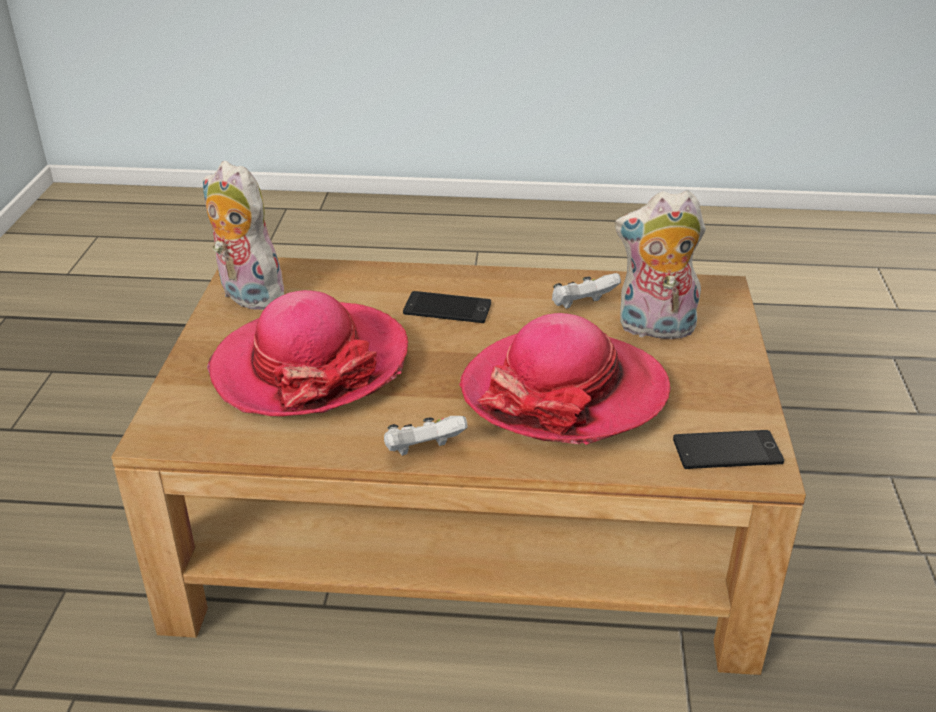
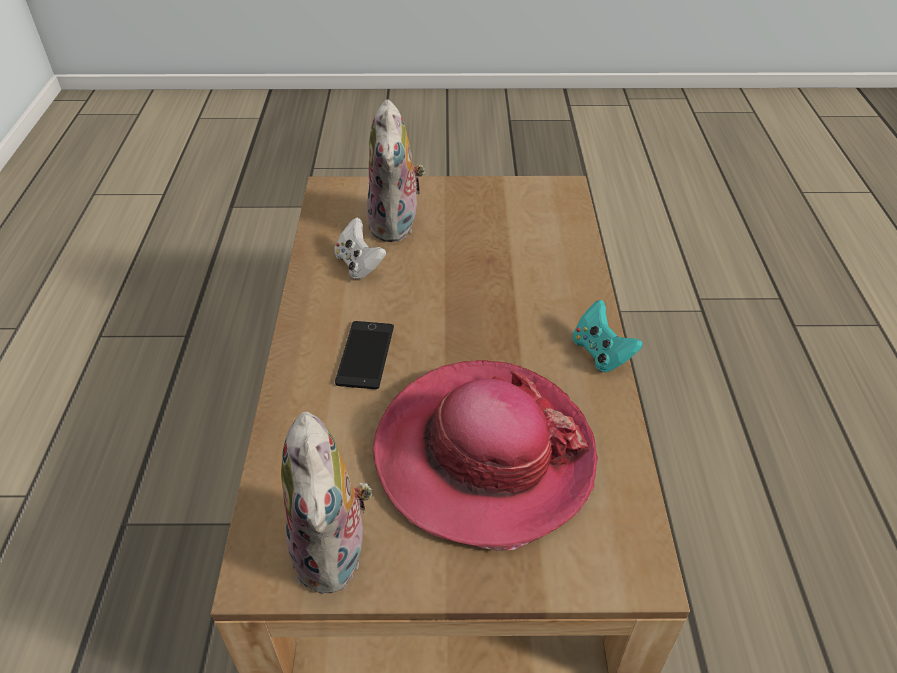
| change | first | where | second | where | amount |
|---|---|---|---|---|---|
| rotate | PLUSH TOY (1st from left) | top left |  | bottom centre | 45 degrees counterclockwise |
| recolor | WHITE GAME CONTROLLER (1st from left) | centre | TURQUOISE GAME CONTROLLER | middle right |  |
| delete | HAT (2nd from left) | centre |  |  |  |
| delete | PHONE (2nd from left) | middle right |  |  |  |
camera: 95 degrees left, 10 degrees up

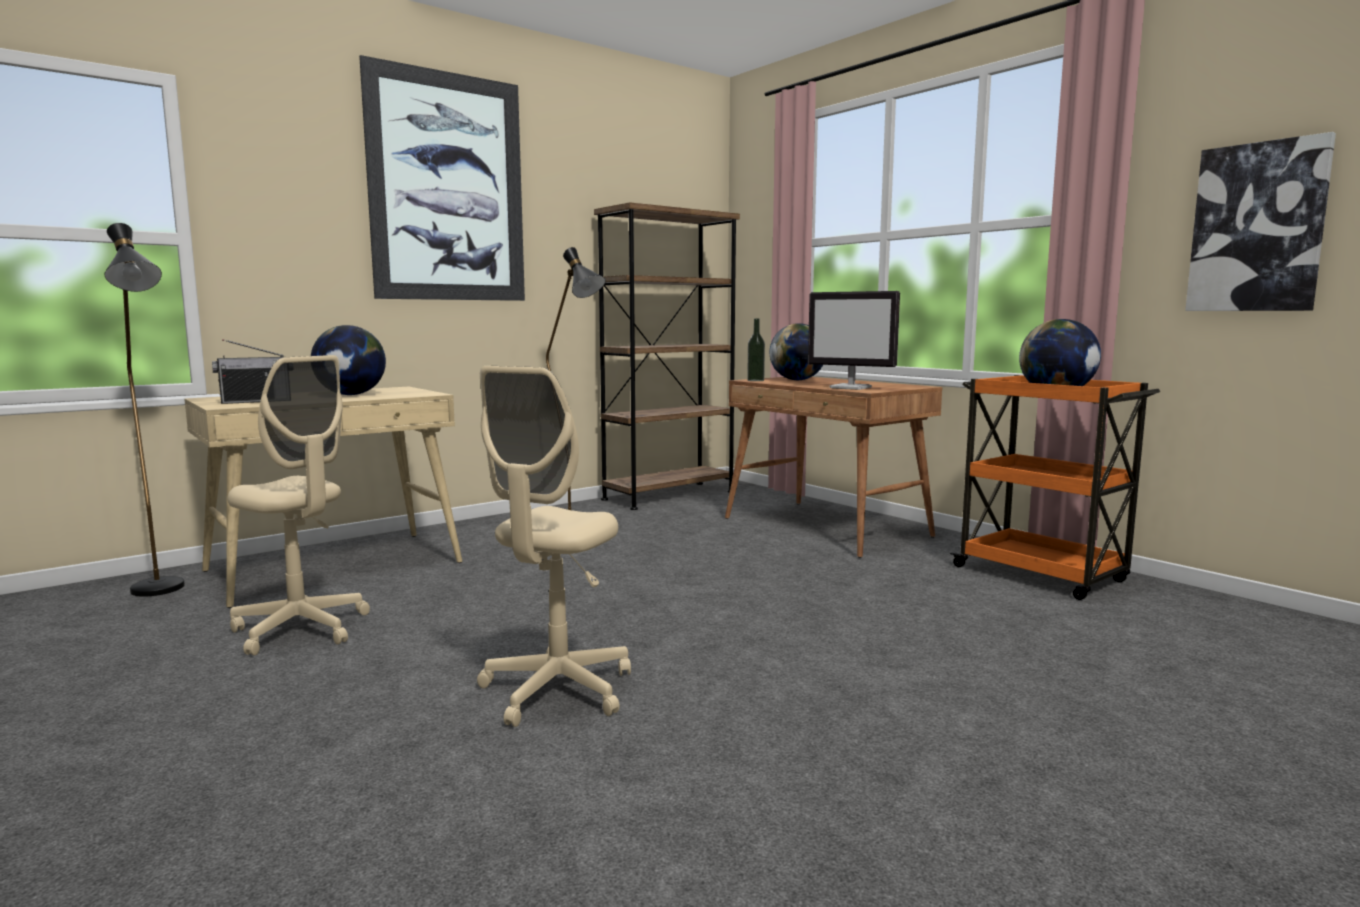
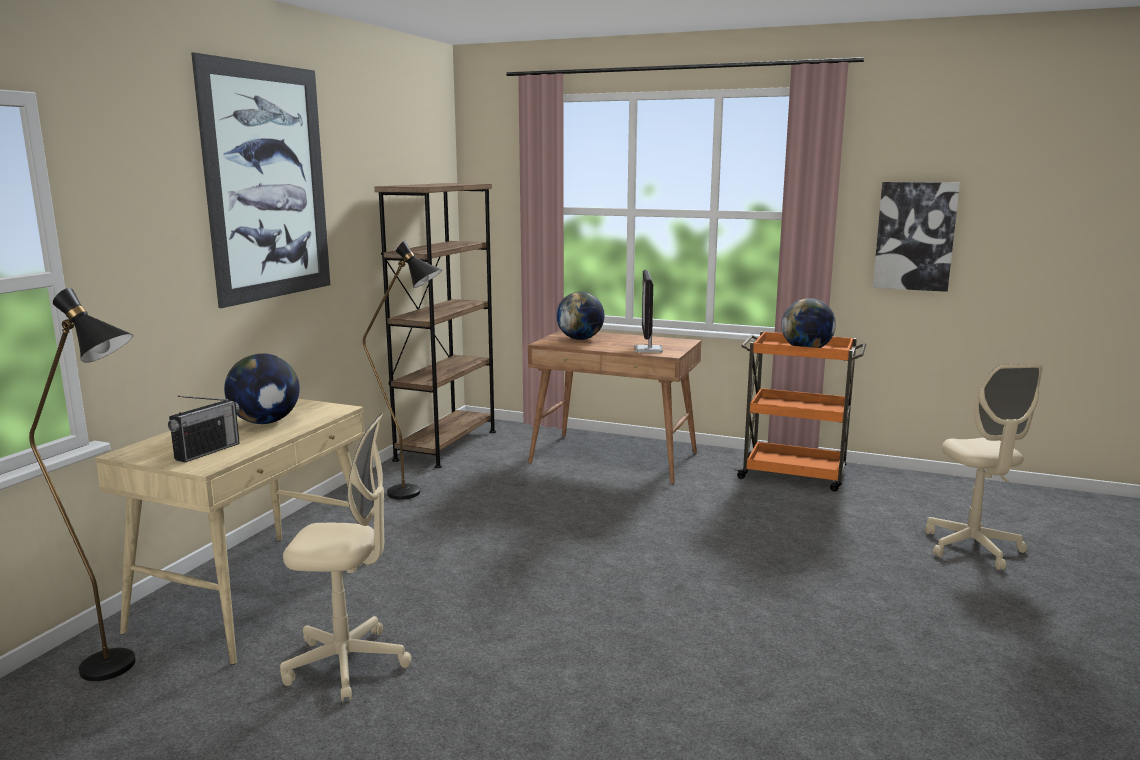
| change | first | where | second | where | amount |
|---|---|---|---|---|---|
| rotate | MONITOR | centre |  | centre | 90 degrees clockwise |
| move | BEIGE OFFICE CHAIR (2nd from left) | centre |  | middle right |  |
| delete | BOTTLE | centre |  |  |  |
camera: 30 degrees left, 5 degrees up

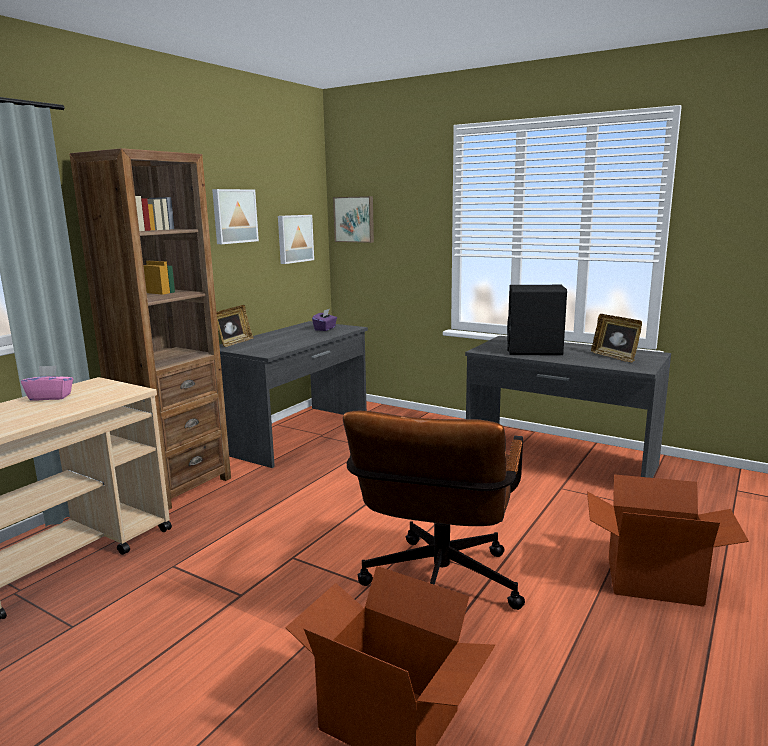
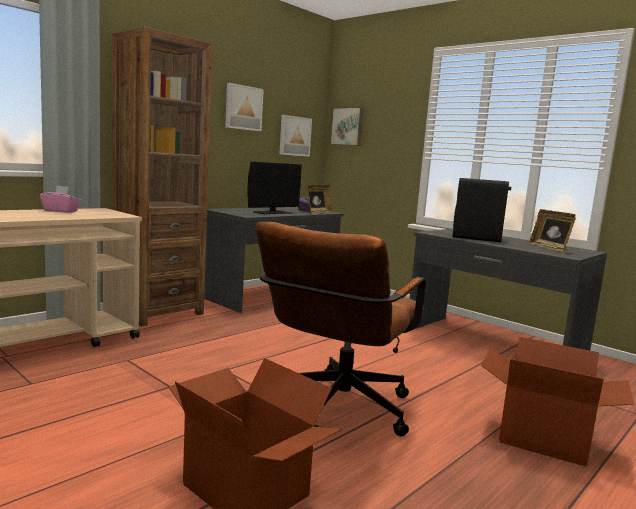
| change | first | where | second | where | amount |
|---|---|---|---|---|---|
| insert |  |  | MONITOR | centre |  |
| move | PICTURE FRAME (1st from left) | middle left |  | centre |  |
camera: 10 degrees right, 5 degrees down

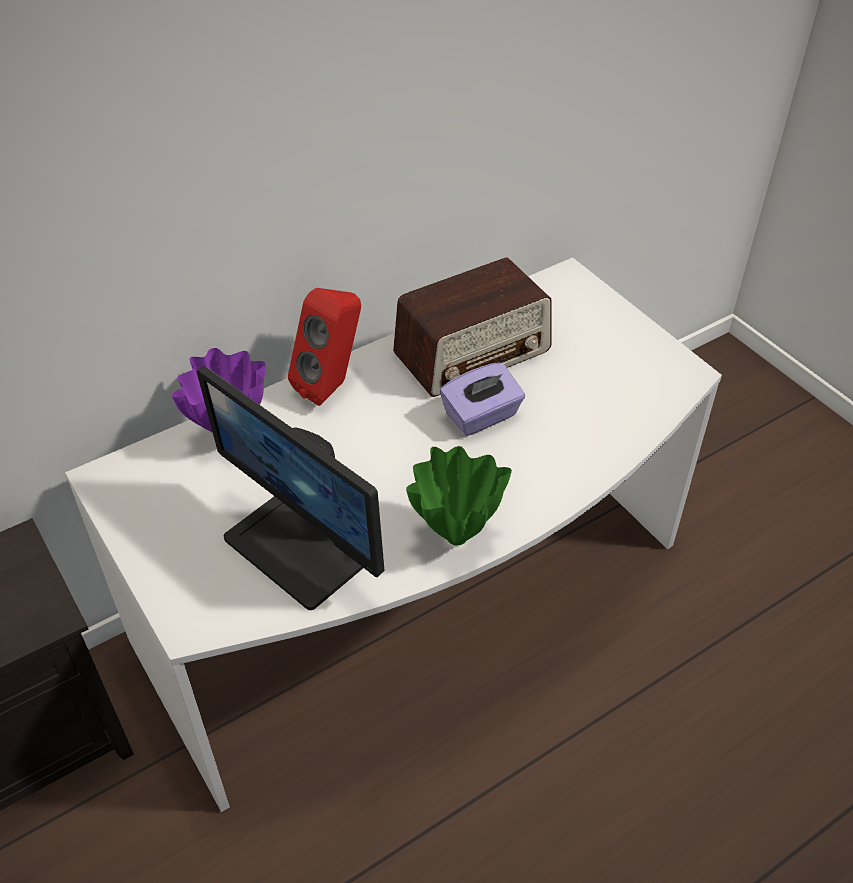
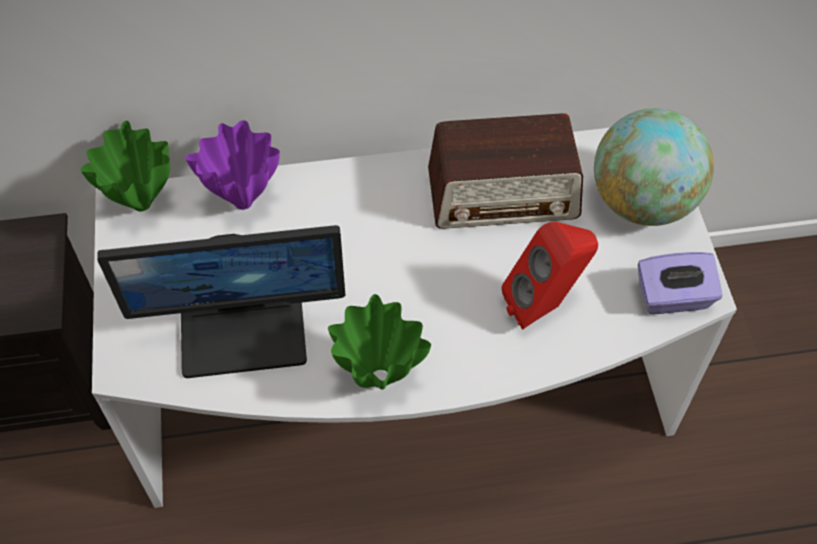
| change | first | where | second | where | amount |
|---|---|---|---|---|---|
| insert |  |  | GREEN VASE (1st from left) | top left |  |
| rotate | MONITOR | centre |  | middle left | 75 degrees counterclockwise |
| move | RED SPEAKER | centre |  | middle right |  |
| insert |  |  | GLOBE | top right |  |
| move | PURPLE TISSUE BOX | centre |  | middle right |  |
camera: 25 degrees right, 10 degrees up

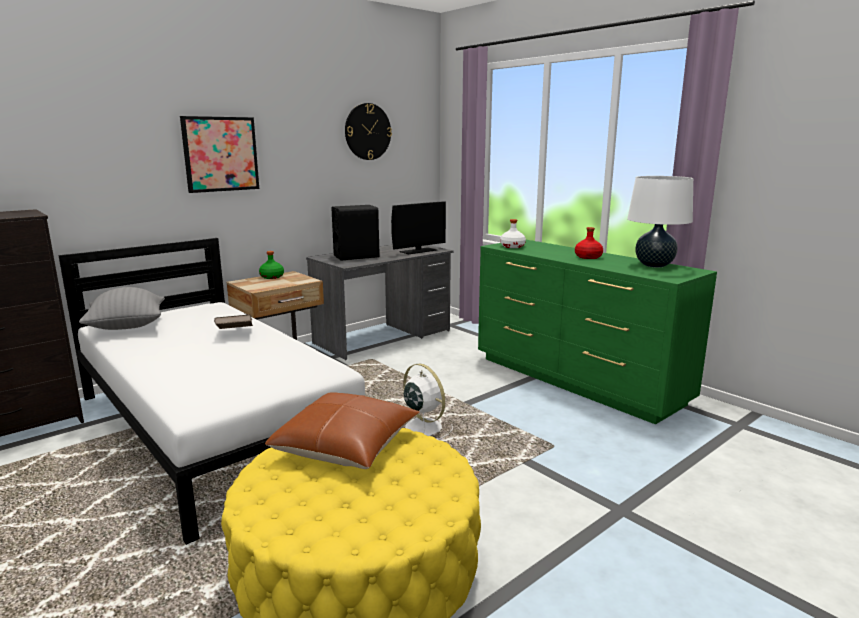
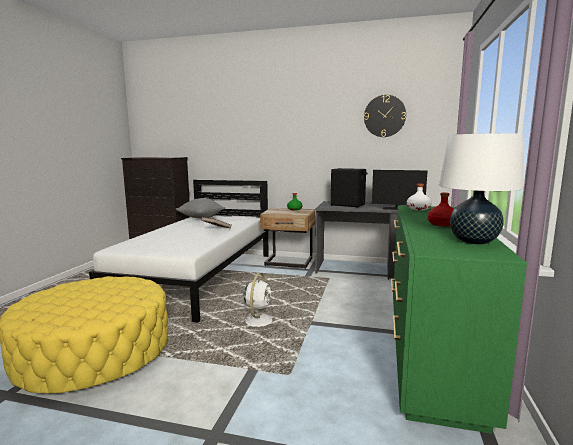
| change | first | where | second | where | amount |
|---|---|---|---|---|---|
| delete | PICTURE | top left |  |  |  |
| delete | BROWN PILLOW | bottom centre |  |  |  |
camera: 55 degrees right, 5 degrees down

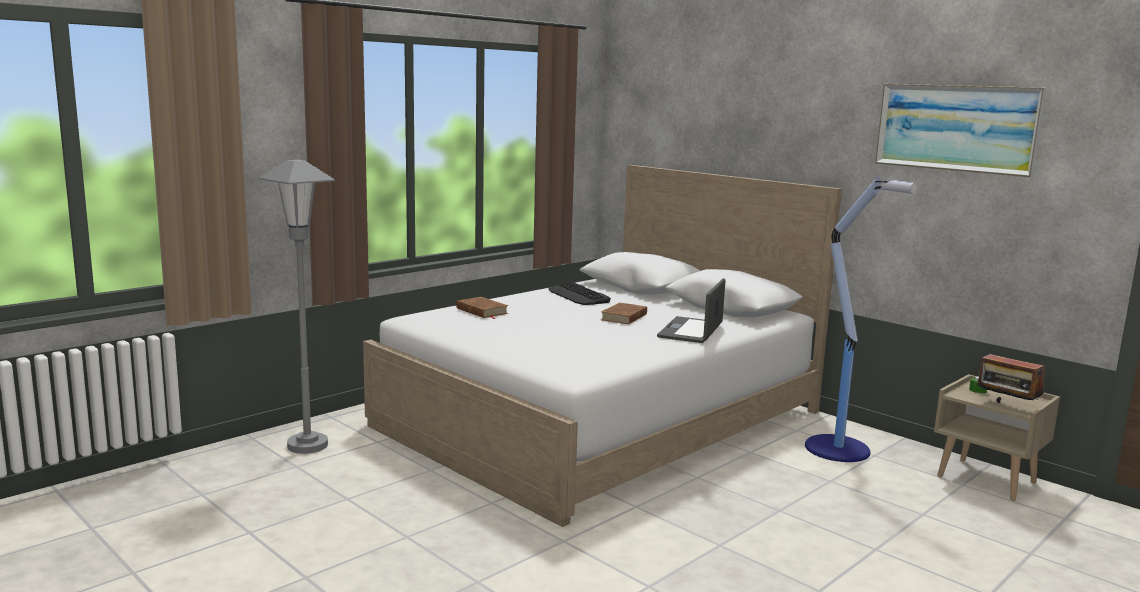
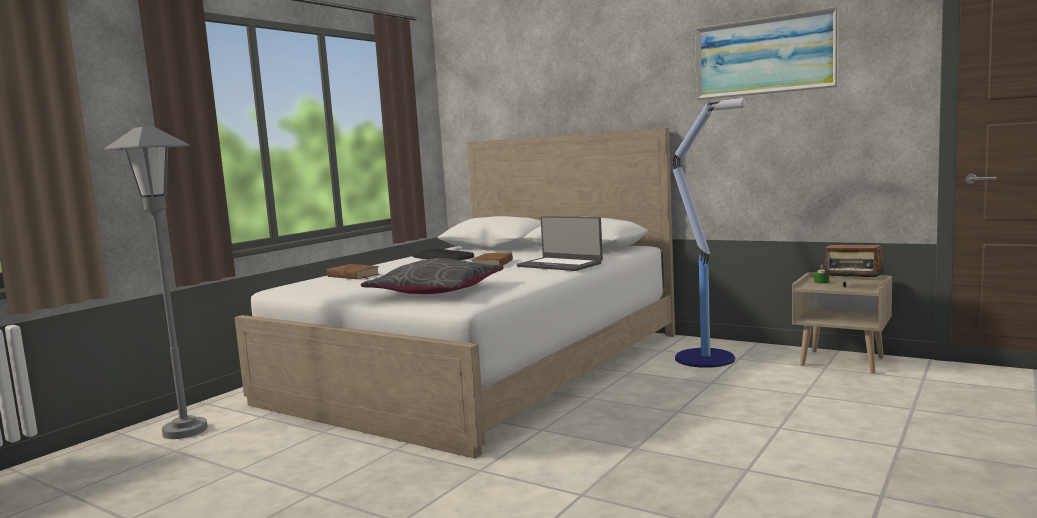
| change | first | where | second | where | amount |
|---|---|---|---|---|---|
| insert |  |  | GREY PILLOW | centre |  |
| rotate | LAPTOP | centre |  | centre | 60 degrees counterclockwise |
camera: 10 degrees left, 5 degrees down

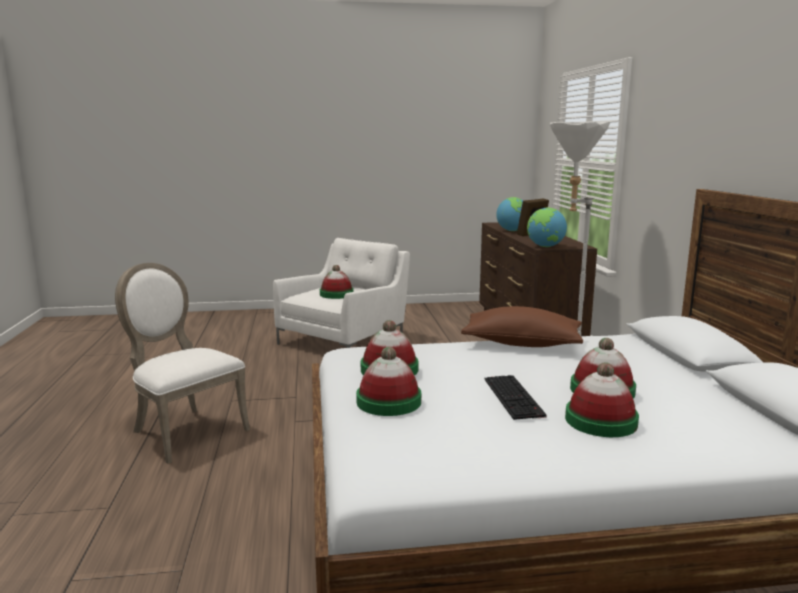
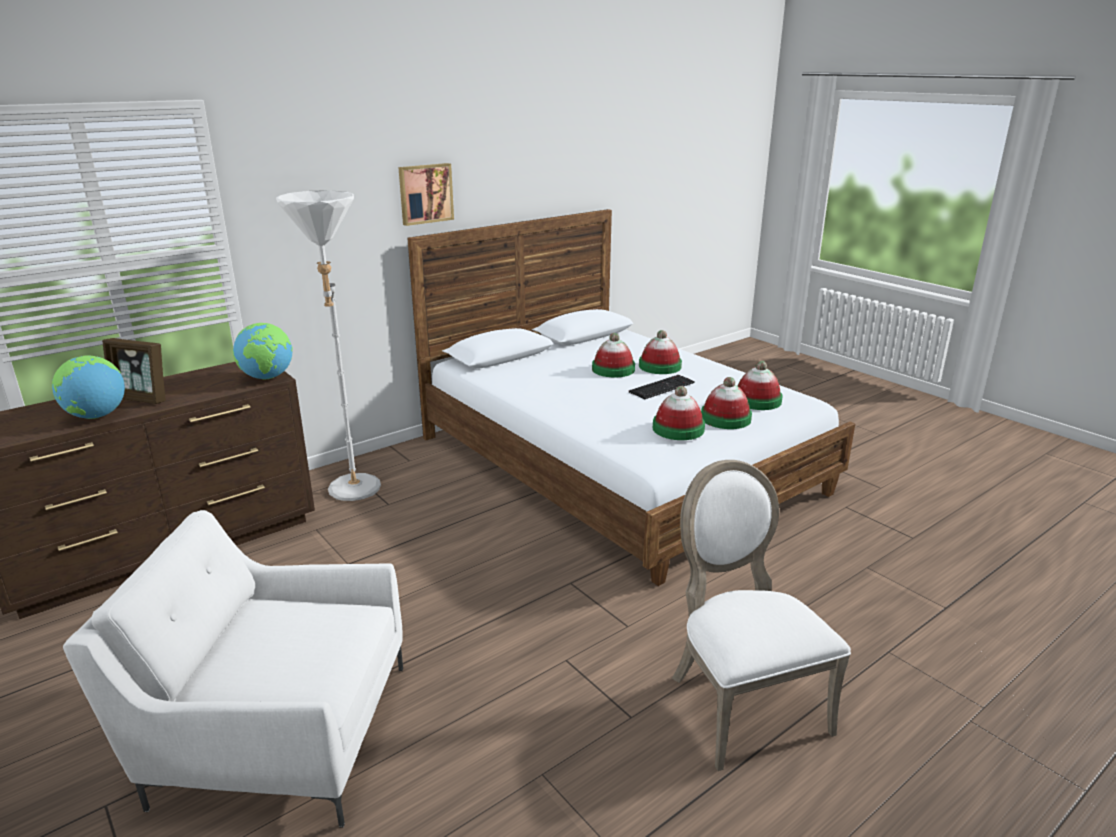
| change | first | where | second | where | amount |
|---|---|---|---|---|---|
| insert |  |  | PICTURE | top centre |  |
| rotate | WHITE CHAIR | middle left |  | bottom right | 150 degrees clockwise |
| move | HAT (1st from left in the first image) | centre | HAT (5th from left) | middle right |  |
| delete | BROWN PILLOW | centre |  |  |  |
camera: 120 degrees left, 10 degrees up

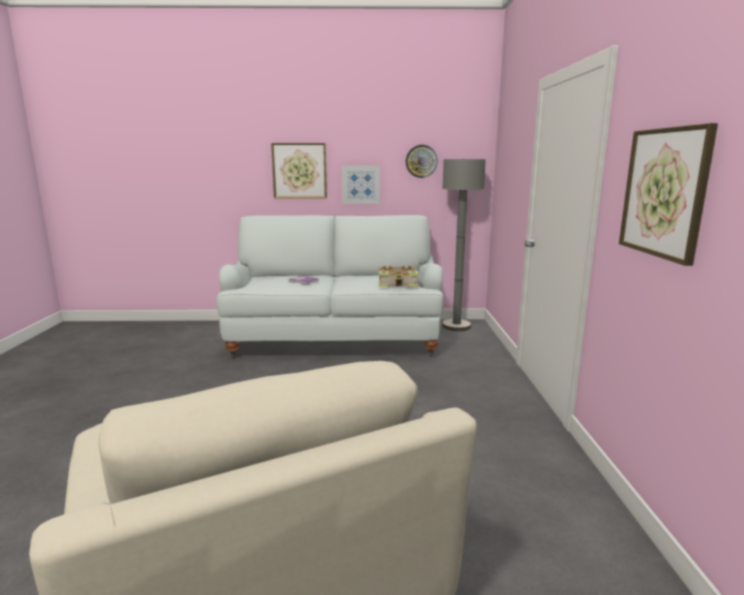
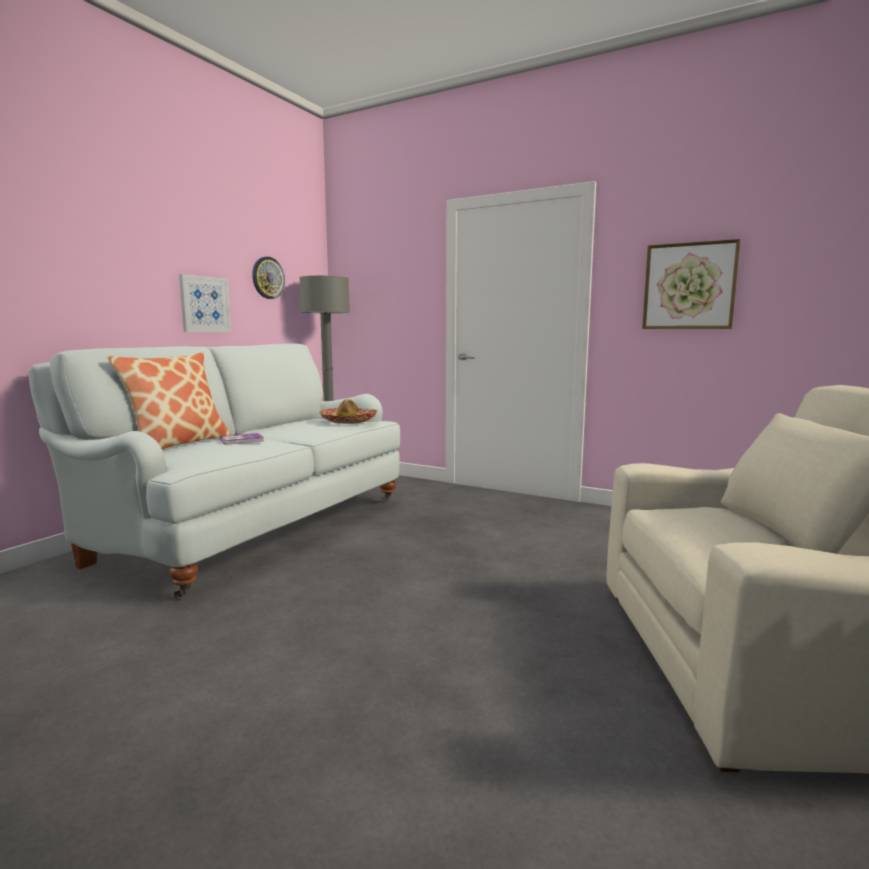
| change | first | where | second | where | amount |
|---|---|---|---|---|---|
| insert |  |  | PILLOW | middle left |  |
| replace | BOOK (2nd from left) | centre | HAT | centre |  |
| delete | PICTURE (1st from left) | top centre |  |  |  |
camera: 60 degrees left, 5 degrees down

